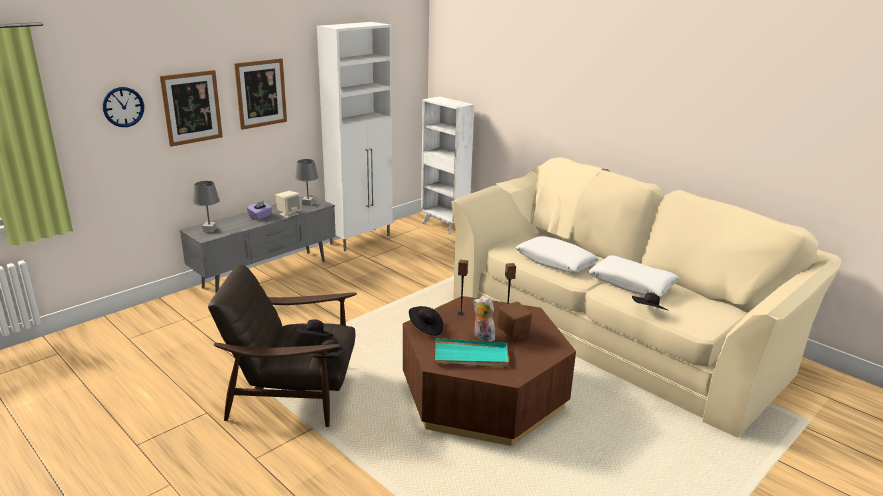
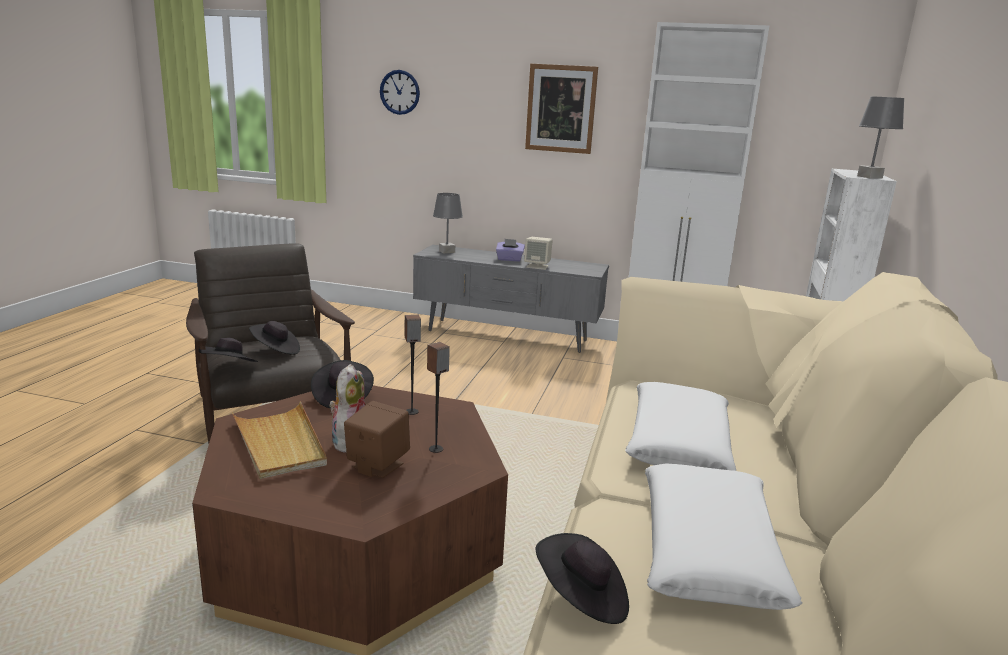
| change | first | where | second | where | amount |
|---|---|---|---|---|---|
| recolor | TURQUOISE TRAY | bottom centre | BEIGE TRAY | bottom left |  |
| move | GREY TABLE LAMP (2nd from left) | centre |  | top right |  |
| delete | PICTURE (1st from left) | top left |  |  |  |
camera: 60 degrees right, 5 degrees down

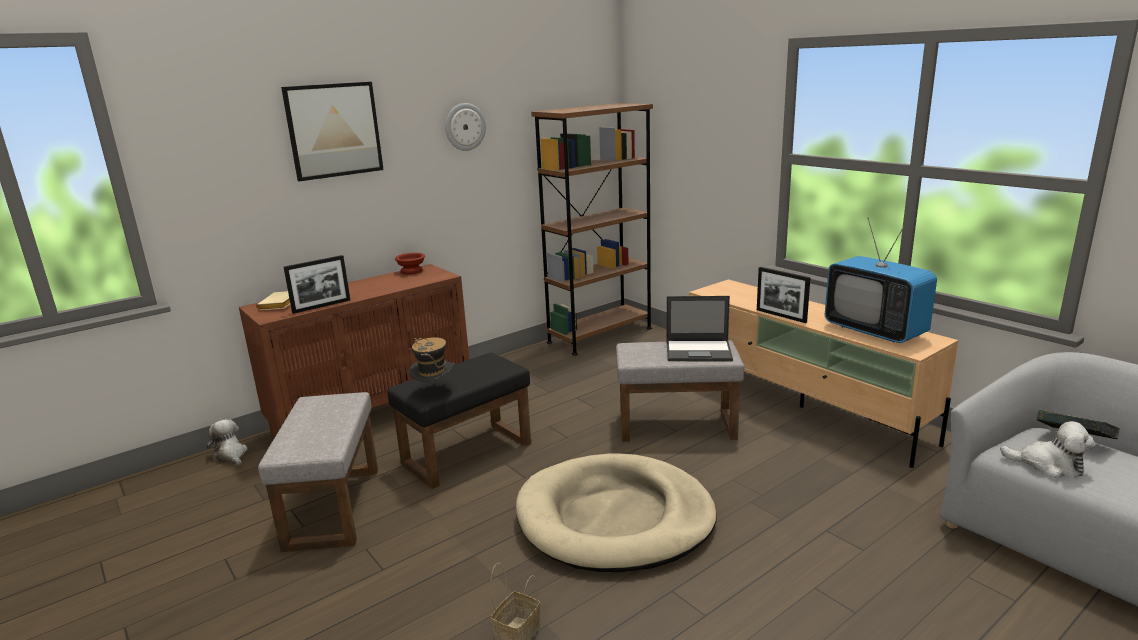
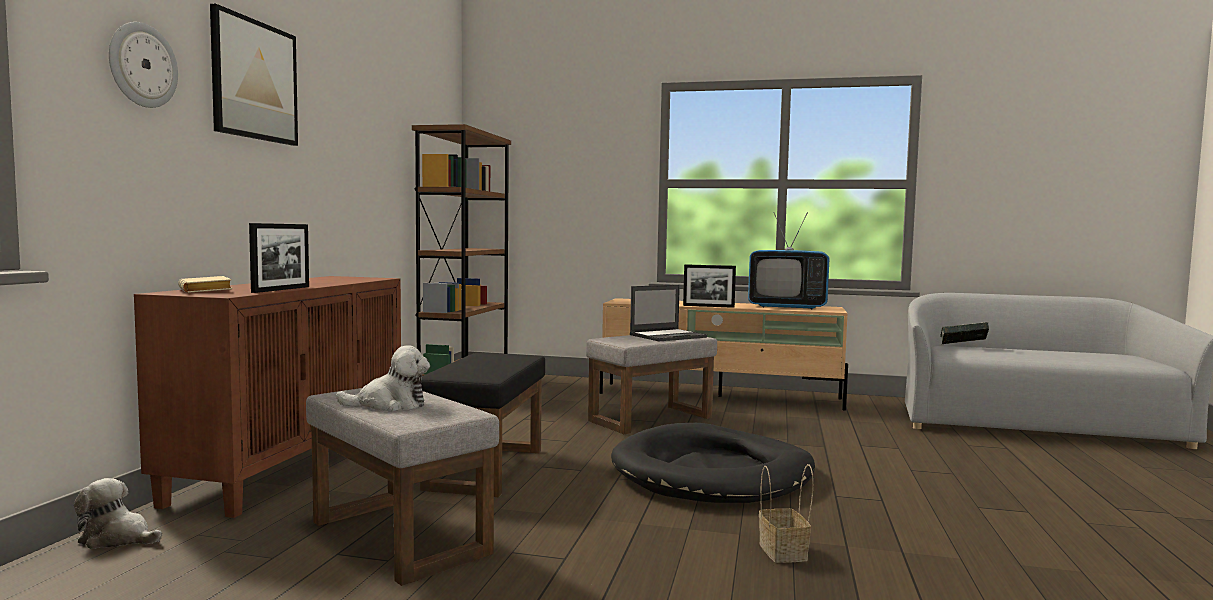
| change | first | where | second | where | amount |
|---|---|---|---|---|---|
| move | WALL CLOCK | top centre |  | top left |  |
| move | PLUSH TOY (2nd from left) | bottom right |  | middle left |  |
| recolor | BEIGE DOG BED | bottom centre | BLACK DOG BED | bottom centre |  |
| delete | BROWN BOWL | centre |  |  |  |
| delete | HAT | centre |  |  |  |
camera: 40 degrees left, 15 degrees down

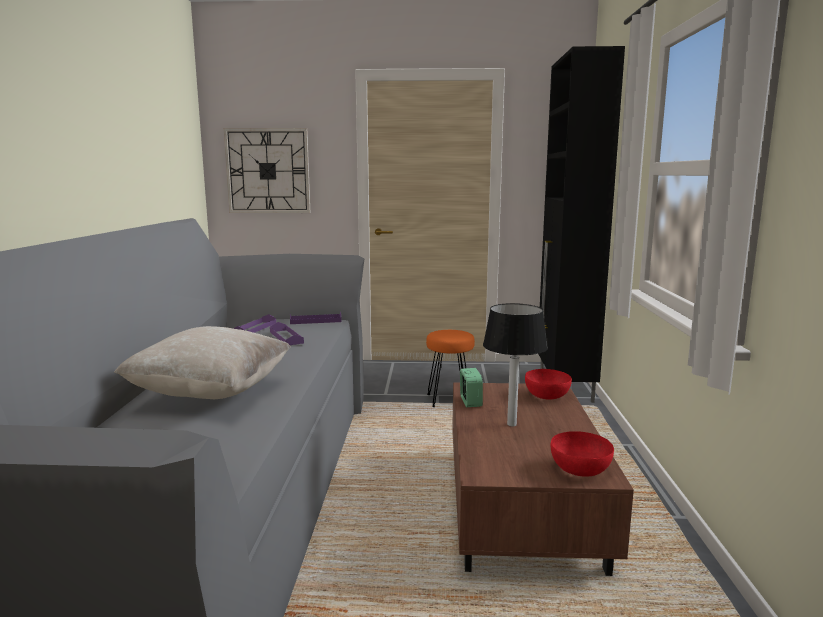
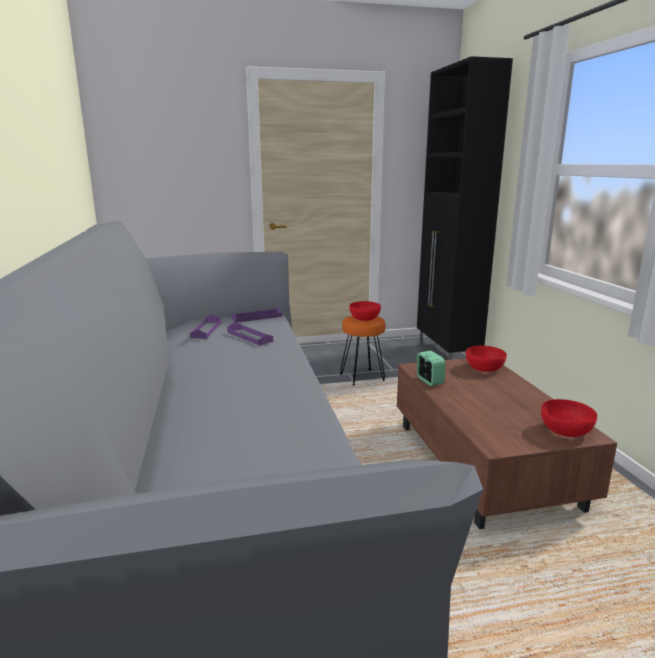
| change | first | where | second | where | amount |
|---|---|---|---|---|---|
| insert |  |  | RED BOWL (1st from left) | centre |  |
| delete | BEIGE PILLOW | middle left |  |  |  |
| delete | WALL CLOCK | top left |  |  |  |
| delete | TABLE LAMP | centre |  |  |  |
camera: 15 degrees left, 5 degrees up

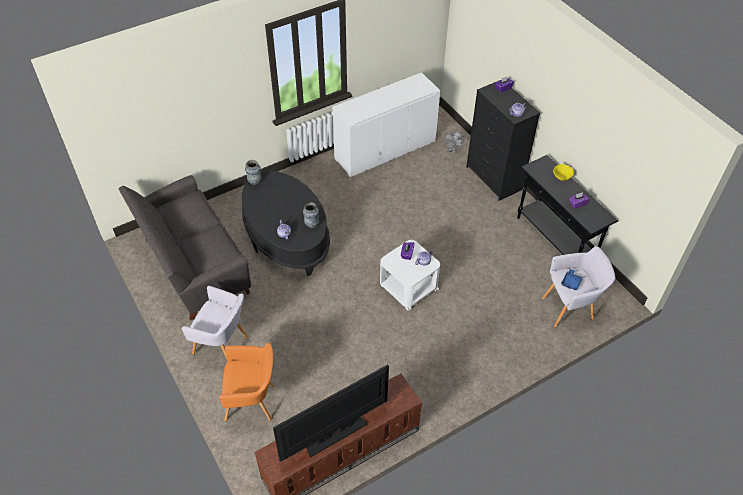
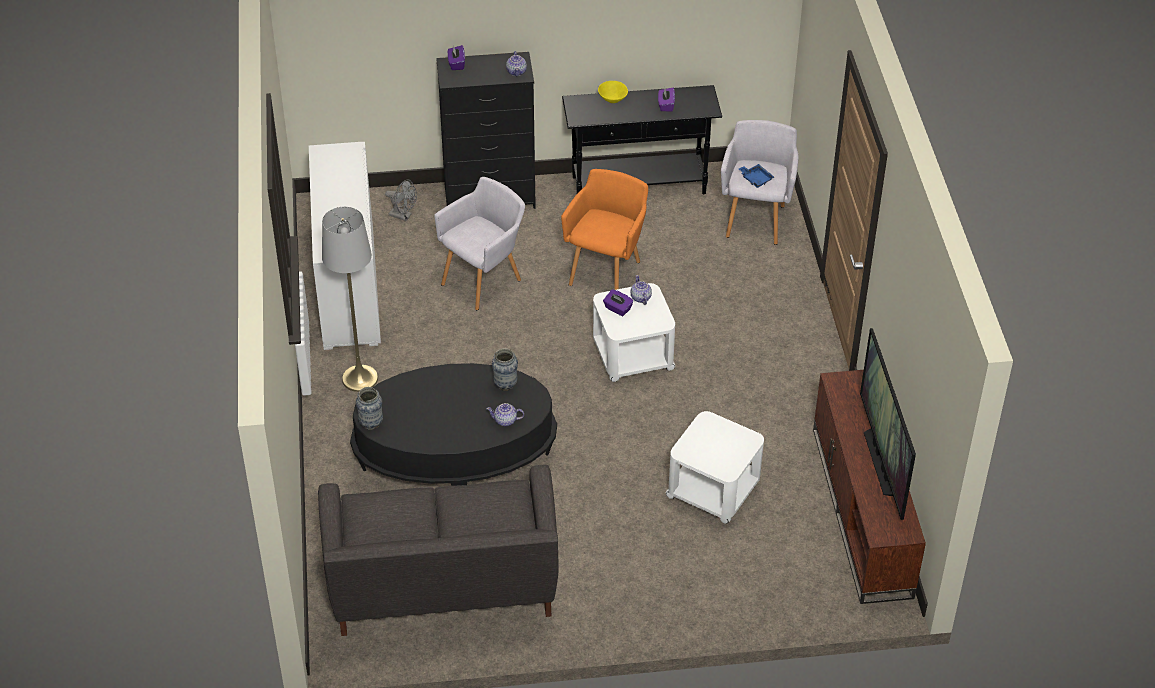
| change | first | where | second | where | amount |
|---|---|---|---|---|---|
| insert |  |  | GREY FLOOR LAMP | middle left |  |
| move | GREY ARMCHAIR (1st from left) | middle left |  | centre |  |
| move | ORANGE ARMCHAIR | bottom left |  | top centre |  |
| insert |  |  | WHITE SIDE TABLE (2nd from left) | bottom centre |  |
camera: 65 degrees left, 5 degrees down

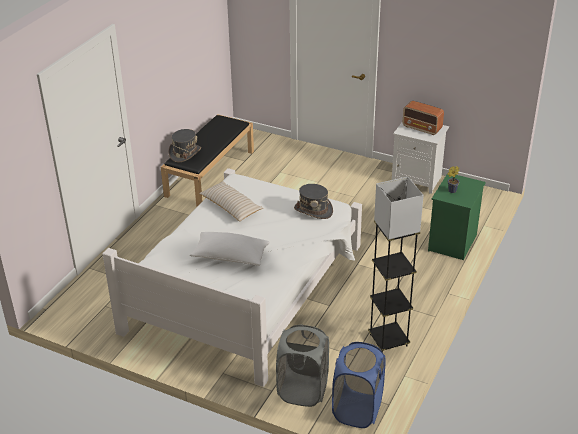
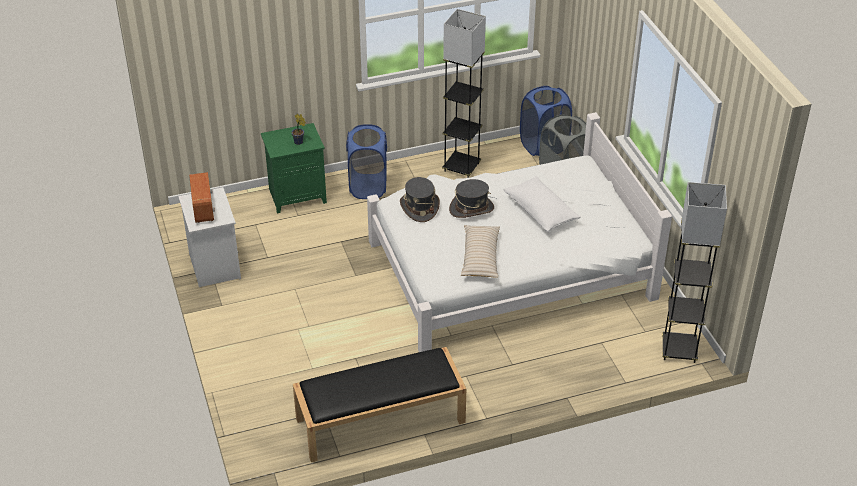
| change | first | where | second | where | amount |
|---|---|---|---|---|---|
| insert |  |  | BLUE LAUNDRY BASKET (1st from left) | top centre |  |
| move | GREY HAT (1st from left in the first image) | middle left | GREY HAT (2nd from left) | centre |  |
| insert |  |  | GREY FLOOR LAMP (2nd from left) | middle right |  |
camera: 135 degrees left, 5 degrees up

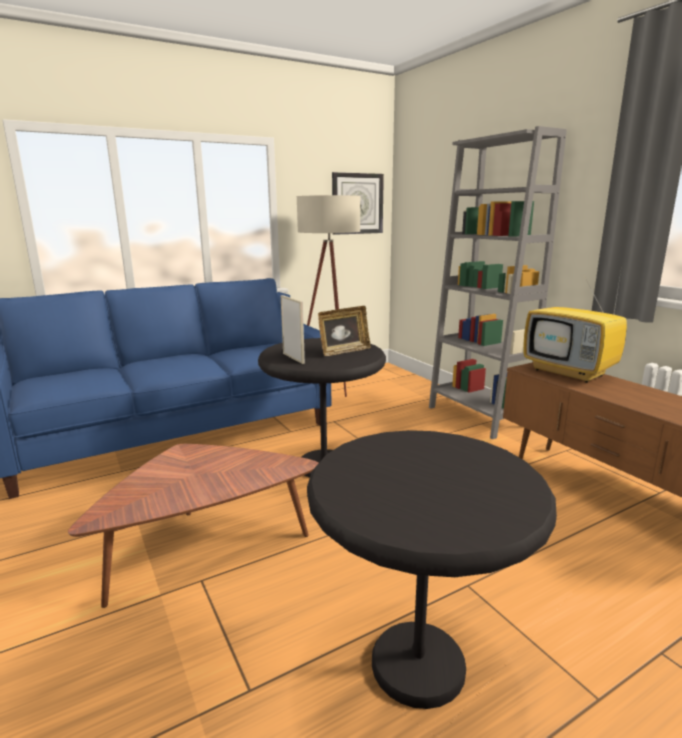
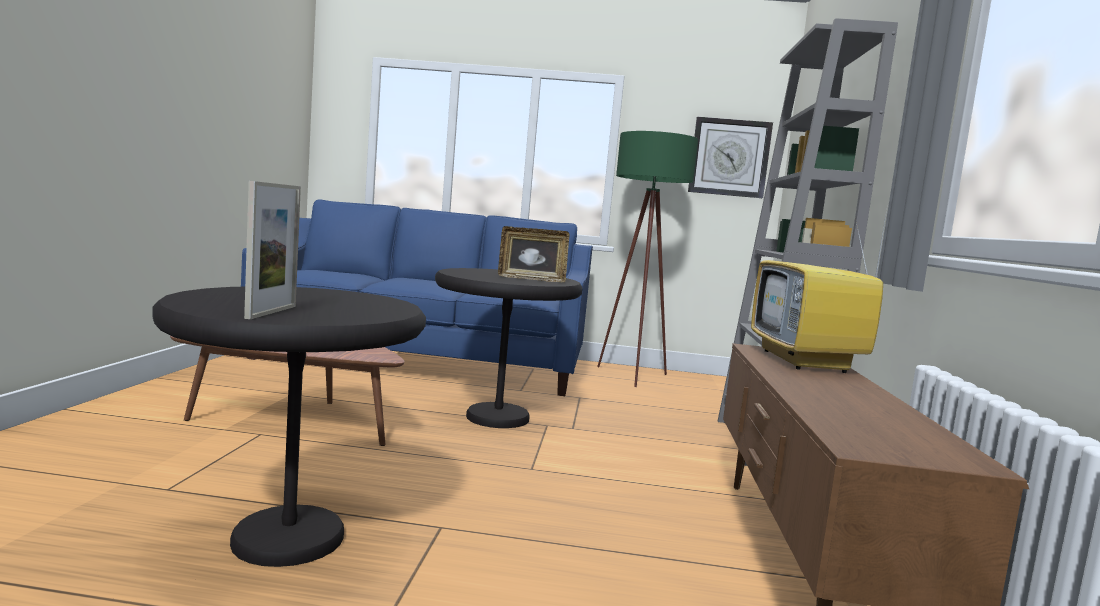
| change | first | where | second | where | amount |
|---|---|---|---|---|---|
| move | PICTURE FRAME (1st from left) | centre |  | middle left |  |
| recolor | BEIGE FLOOR LAMP | centre | GREEN FLOOR LAMP | centre |  |
camera: 35 degrees right, 10 degrees down

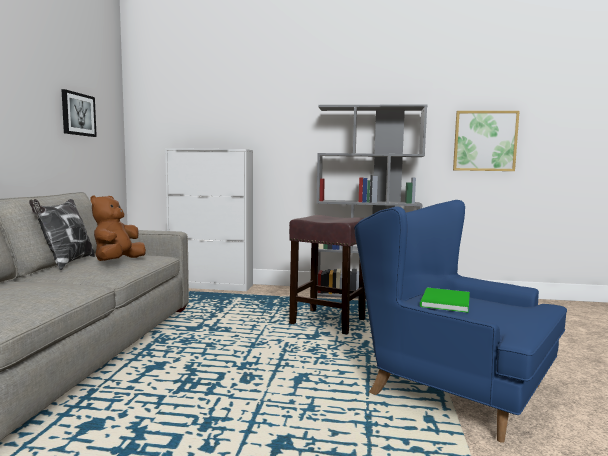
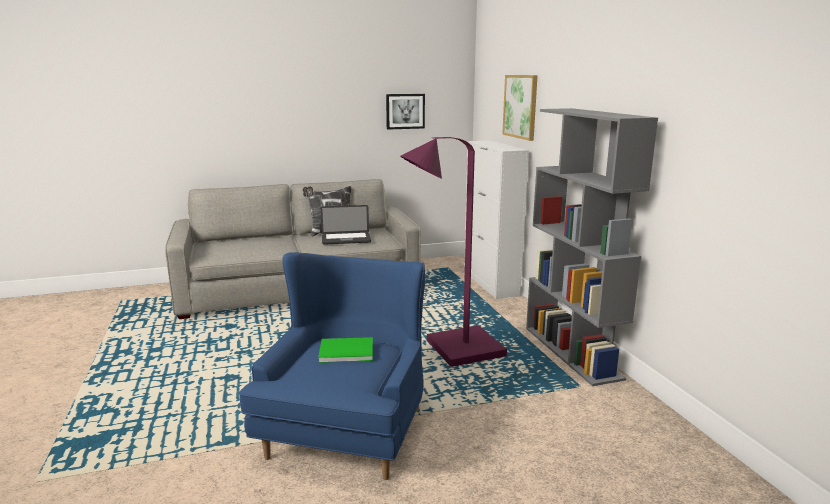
| change | first | where | second | where | amount |
|---|---|---|---|---|---|
| replace | BROWN PLUSH TOY | middle left | LAPTOP | centre |  |
| replace | BROWN STOOL | centre | PURPLE FLOOR LAMP | centre |  |
| move | PICTURE (2nd from left) | top right |  | top centre |  |
camera: 65 degrees right, 10 degrees up

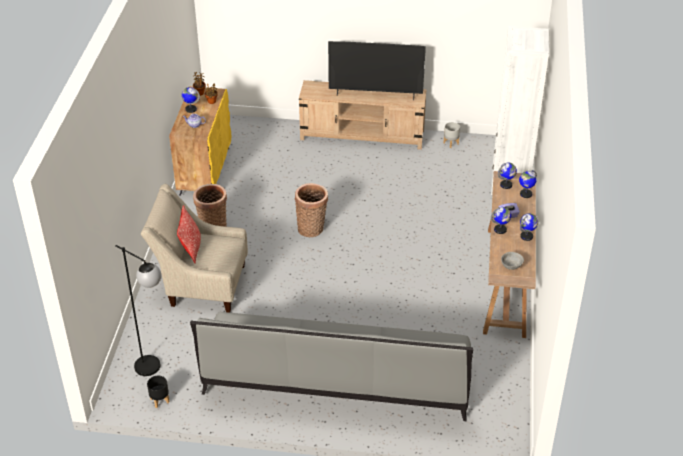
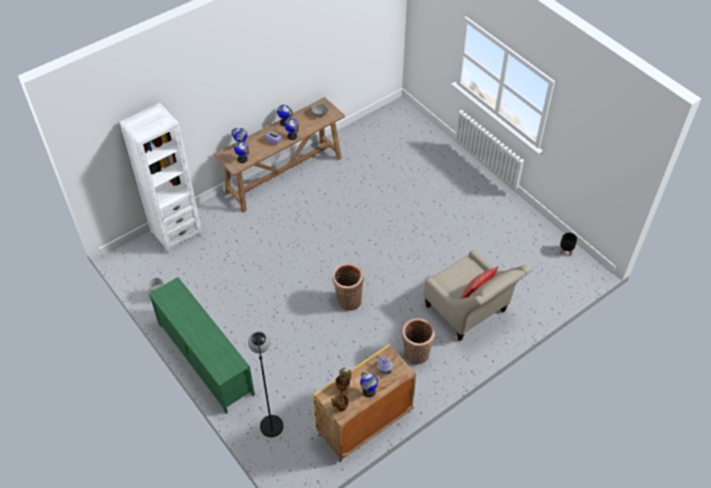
| change | first | where | second | where | amount |
|---|---|---|---|---|---|
| recolor | BEIGE TV STAND | top centre | GREEN TV STAND | bottom left |  |
| move | BLACK FLOOR LAMP | bottom left |  | bottom centre |  |
| delete | GREY SOFA | bottom centre |  |  |  |
| delete | TELEVISION | top centre |  |  |  |
camera: 135 degrees left, 10 degrees up

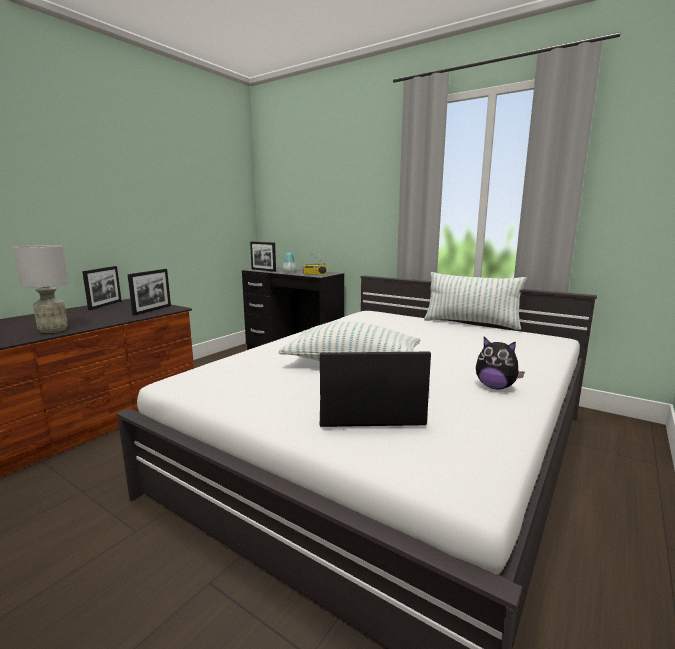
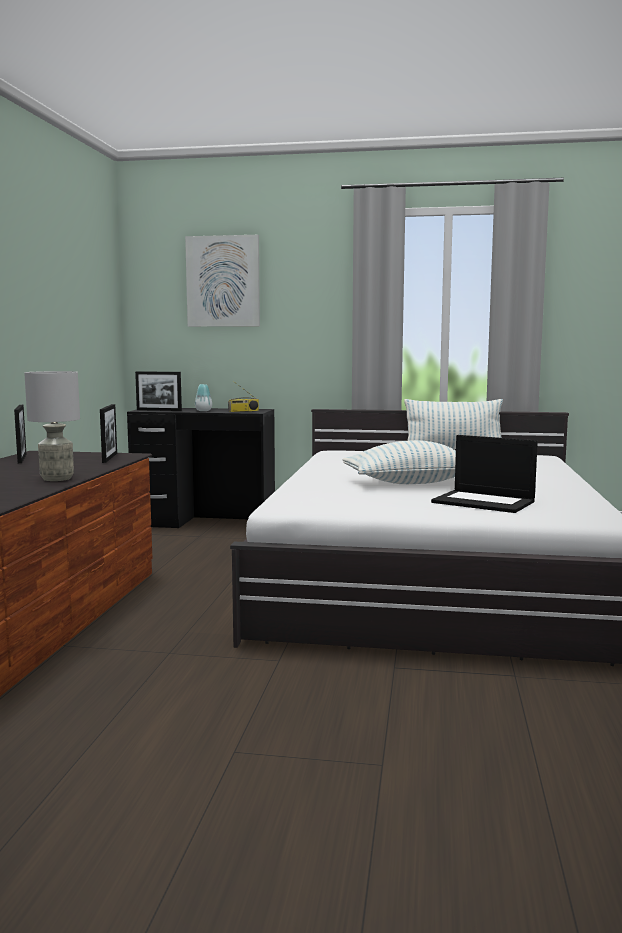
| change | first | where | second | where | amount |
|---|---|---|---|---|---|
| insert |  |  | PICTURE | top centre |  |
| rotate | LAPTOP | centre |  | middle right | 120 degrees counterclockwise |
| delete | PLUSH TOY | middle right |  |  |  |
camera: 25 degrees left, 5 degrees down

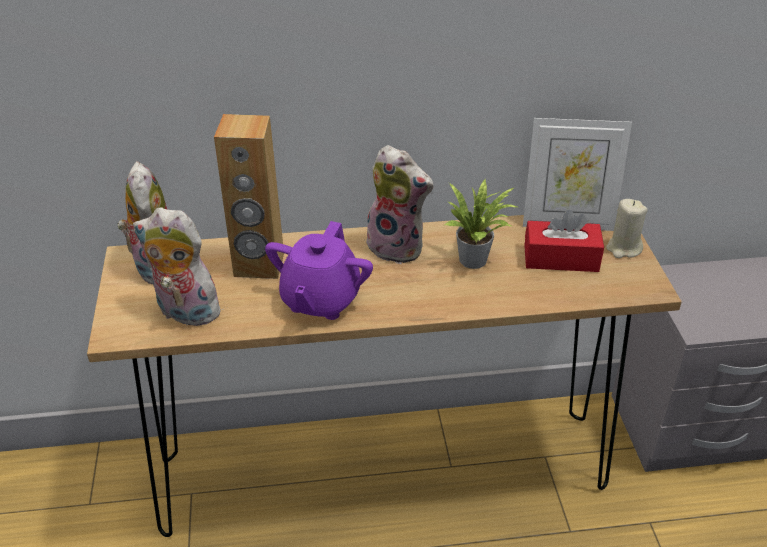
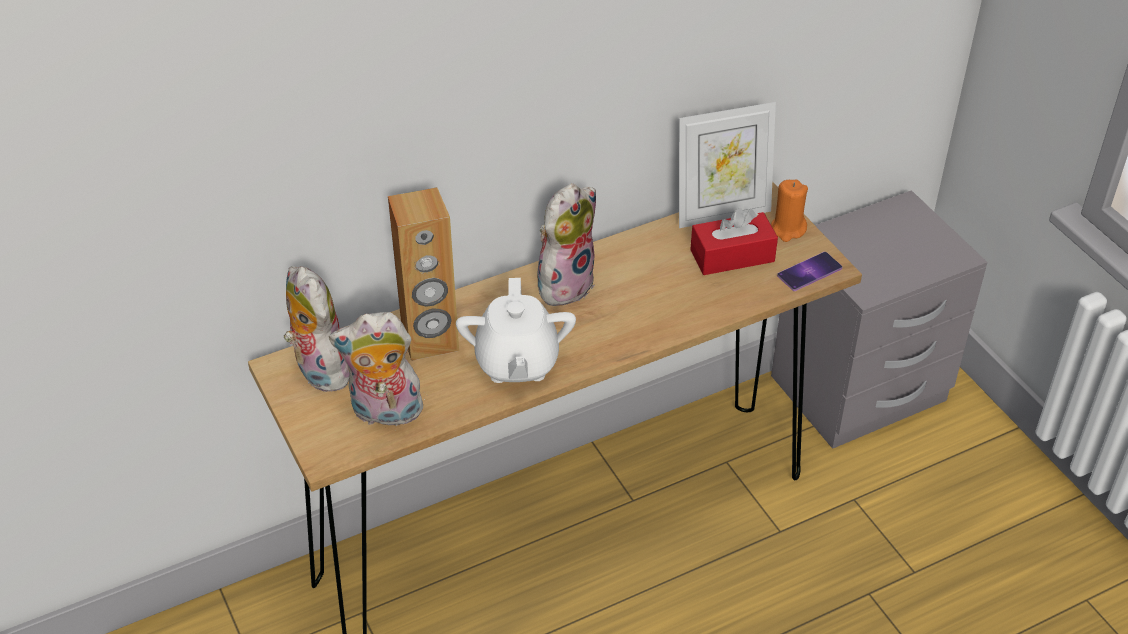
| change | first | where | second | where | amount |
|---|---|---|---|---|---|
| recolor | PURPLE TEAPOT | centre | WHITE TEAPOT | centre |  |
| rotate | PLUSH TOY (3rd from left) | centre |  | centre | 60 degrees counterclockwise |
| recolor | BEIGE CANDLE | middle right | ORANGE CANDLE | top right |  |
| insert |  |  | PHONE | middle right |  |
| delete | POTTED PLANT | centre |  |  |  |
camera: 20 degrees left, 5 degrees up

